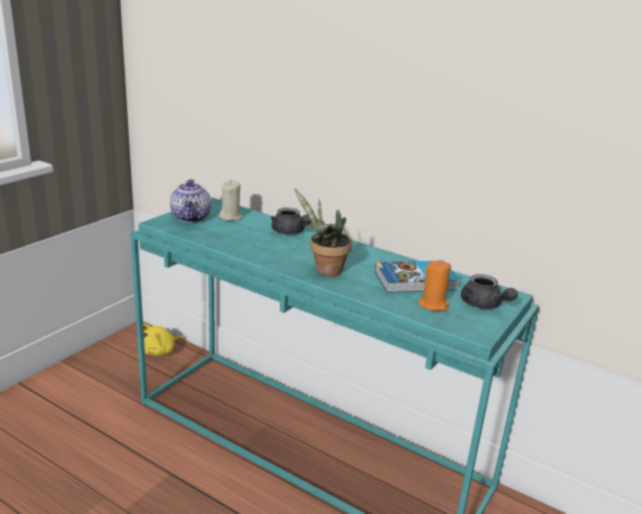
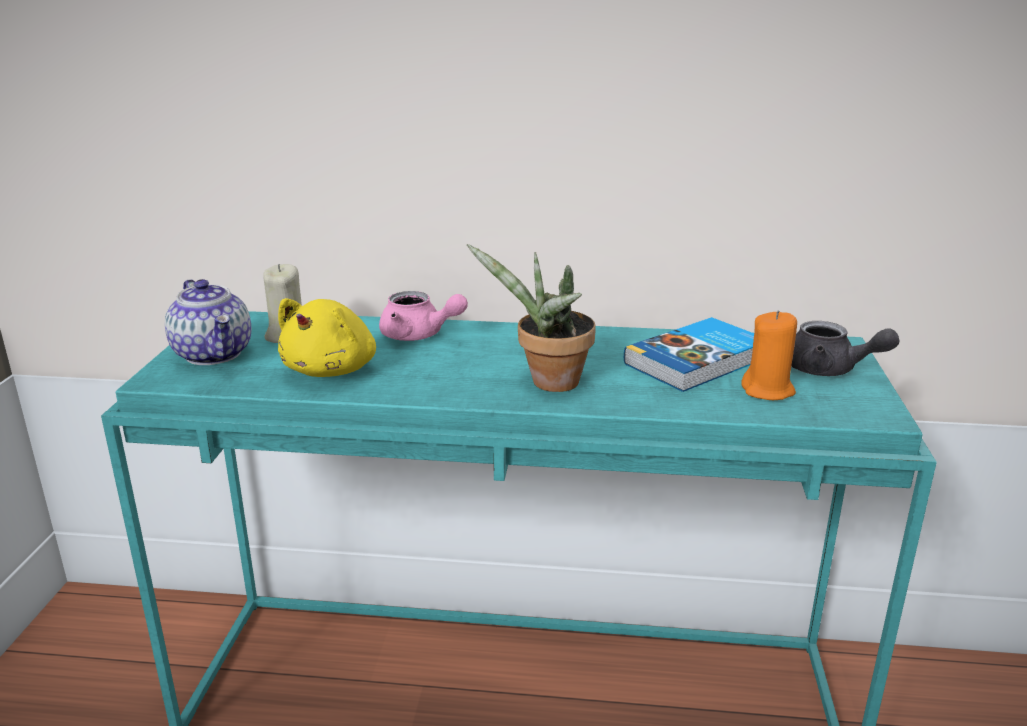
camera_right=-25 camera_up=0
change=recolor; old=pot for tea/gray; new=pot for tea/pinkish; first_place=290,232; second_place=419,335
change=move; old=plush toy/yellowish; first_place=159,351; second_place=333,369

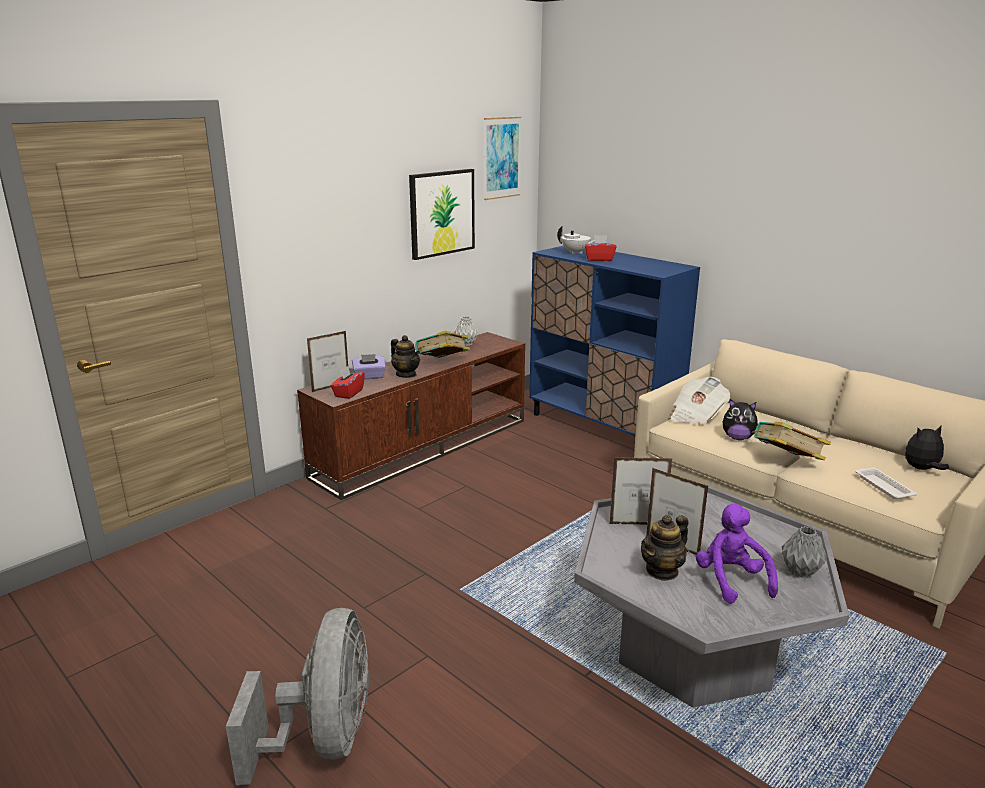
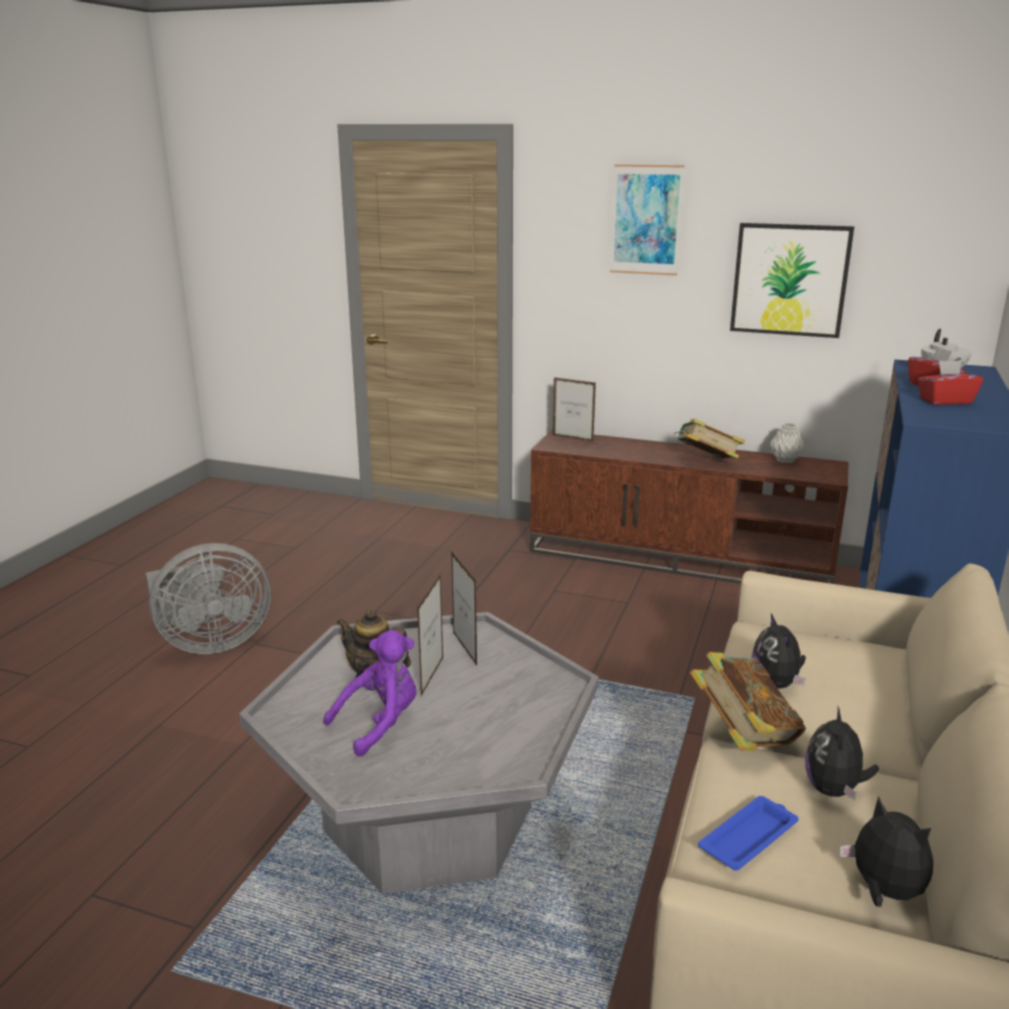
camera_right=65 camera_up=0
change=move; old=wall picture; first_place=502,158; second_place=646,220
change=delete; old=pot for tea; first_place=406,374
change=delete; old=tissue box/purplish; first_place=369,376
change=move; old=tissue box/red-coloured; first_place=348,393; second_place=945,401
change=delete; old=daily paper; first_place=696,415
change=recolor; old=serving tray/whitish; new=serving tray/bluish; first_place=883,486; second_place=749,838
change=delete; old=decorative vase/gray; first_place=799,571
change=insert; new=plush toy; second_place=834,790

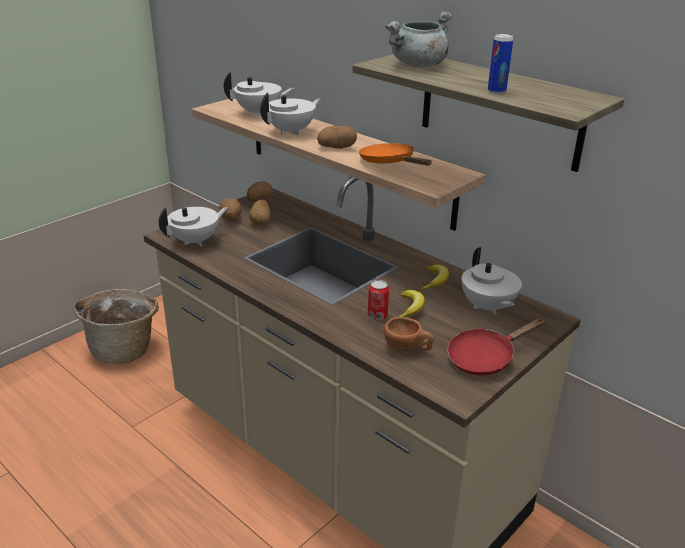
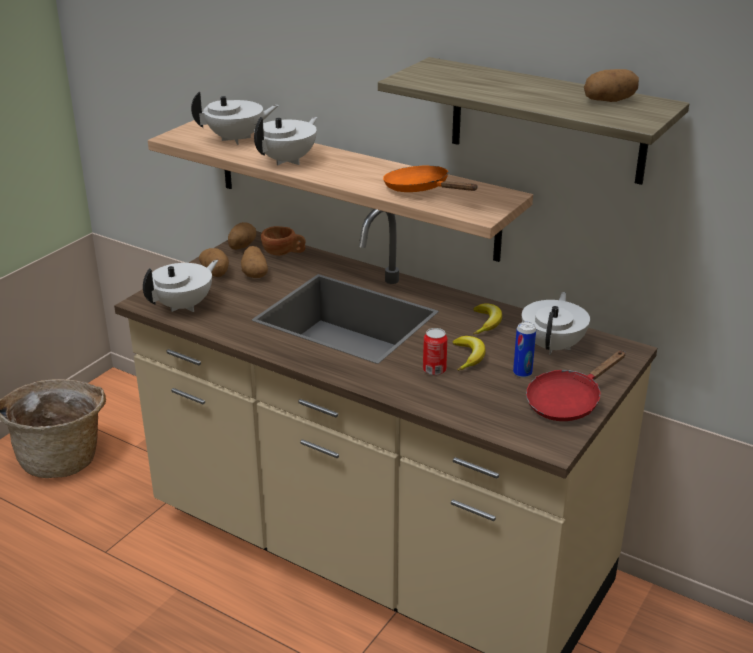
camera_right=-10 camera_up=0
change=delete; old=cooking pot/gray; first_place=418,65
change=move; old=can; first_place=496,91; second_place=522,373
change=move; old=potato; first_place=337,147; second_place=609,101
change=rotate; old=pot for tea/whitish; first_place=487,307; second_place=553,346; degrees=-135
change=move; old=cup/brownish; first_place=407,348; second_place=284,253

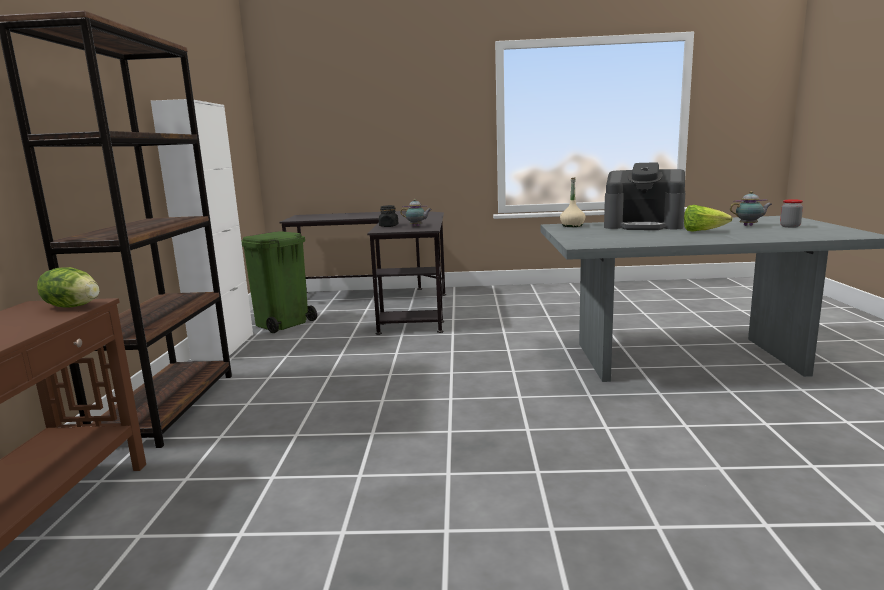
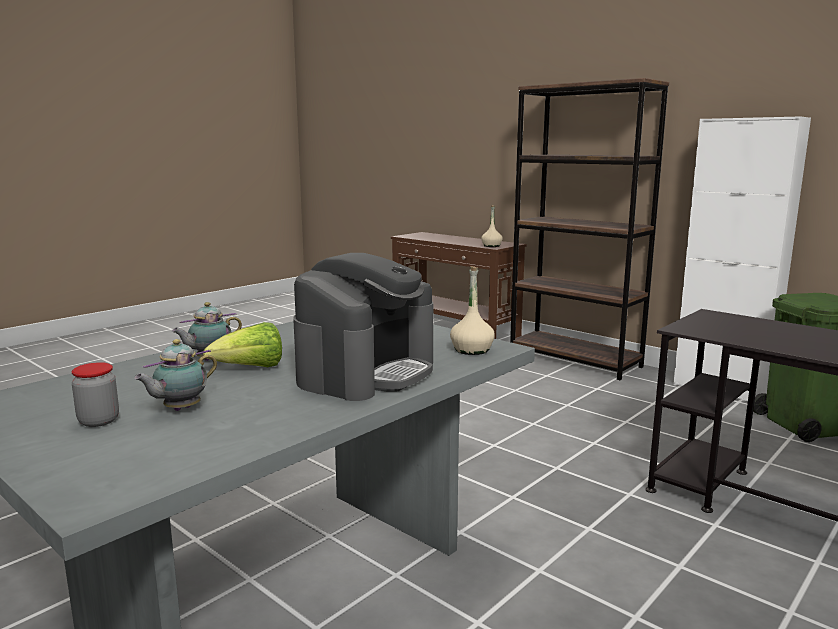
camera_right=130 camera_up=0
change=rotate; old=coffee maker; first_place=643,225; second_place=367,372; degrees=150
change=move; old=pot for tea; first_place=417,226; second_place=209,360
change=delete; old=storage jar/blackish; first_place=388,226
change=replace; old=head of lettuce; new=drink bottle/beige-coloured; first_place=73,306; second_place=491,246

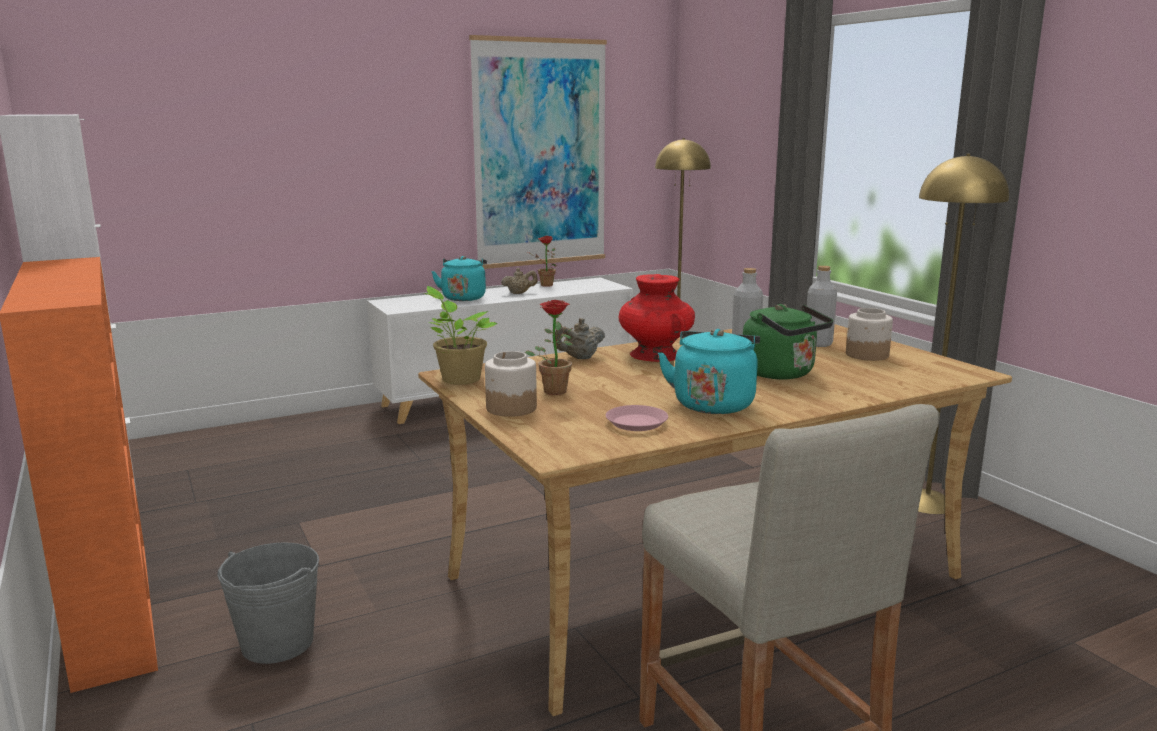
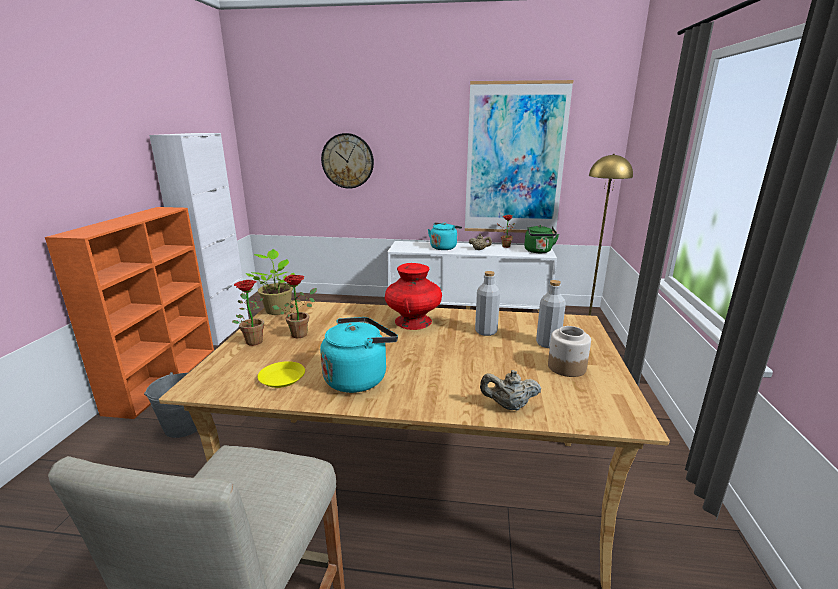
camera_right=35 camera_up=5
change=delete; old=standard lamp/yellowish; first_place=926,502
change=move; old=water kettle/green; first_place=782,374; second_place=538,251
change=move; old=pot for tea/beige-coloured; first_place=580,358; second_place=509,406
change=replace; old=storage jar; new=potted plant; first_place=511,408; second_place=252,340
change=recolor; old=dinner plate/pinkish; new=dinner plate/yellowish; first_place=637,423; second_place=282,378
change=insert; new=wall clock; second_place=347,161

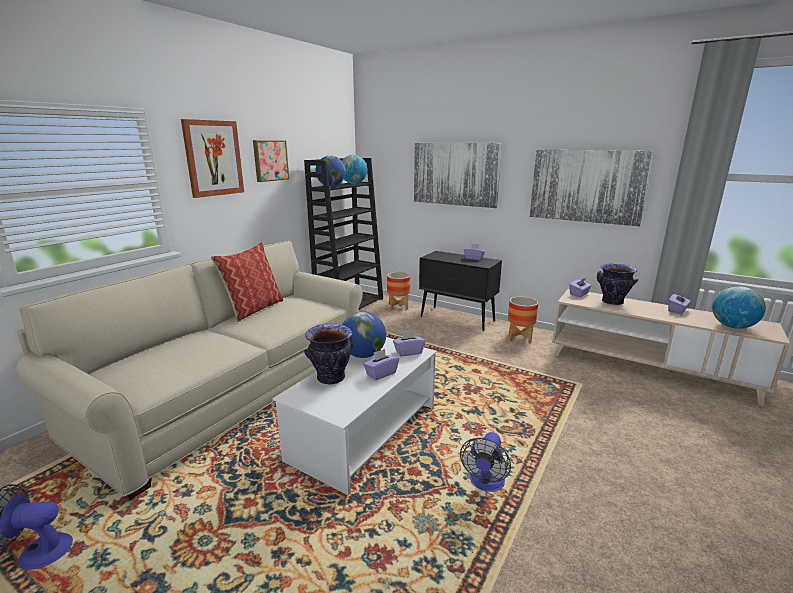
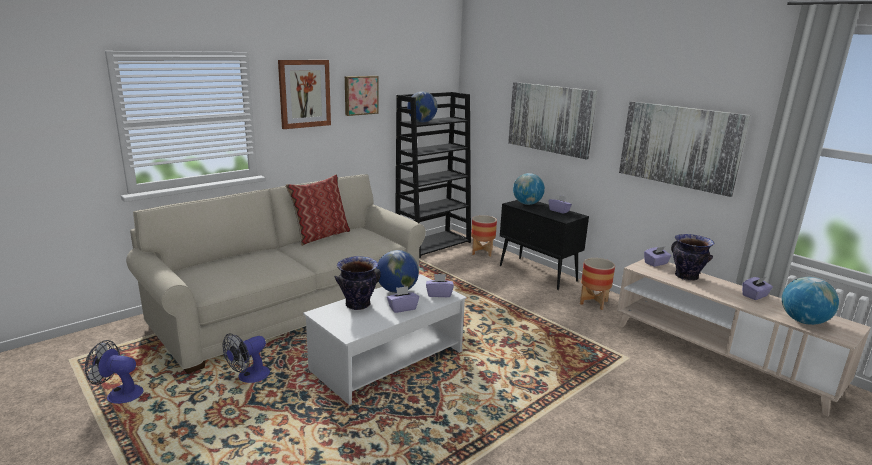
camera_right=15 camera_up=0
change=move; old=desk globe; first_place=353,183; second_place=527,204
change=move; old=cooling fan; first_place=485,483; second_place=249,377

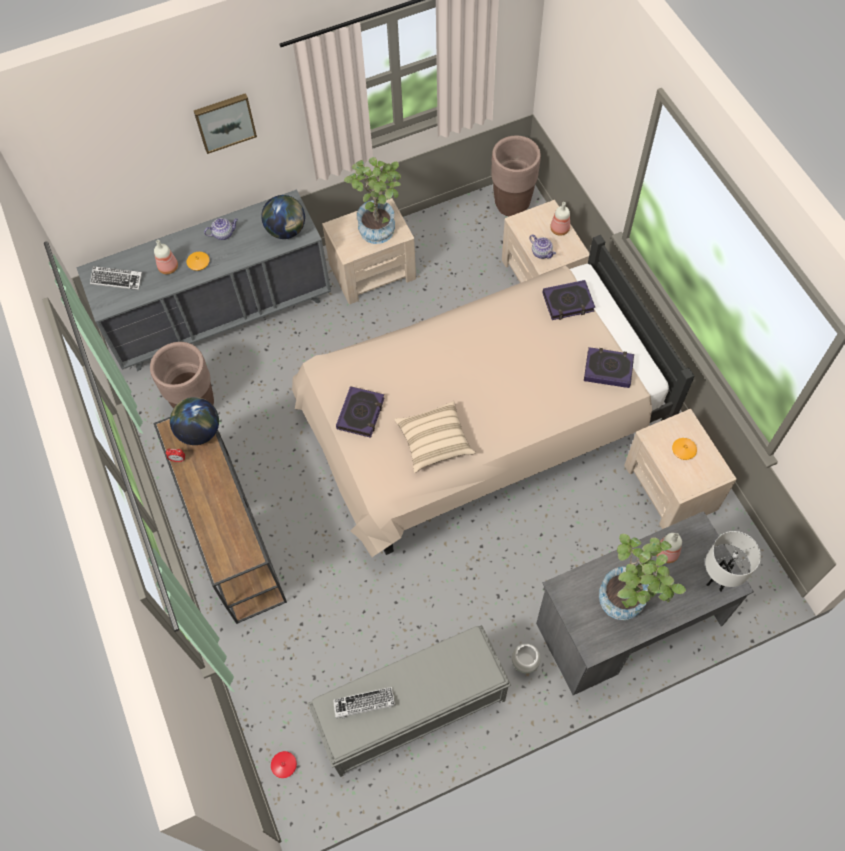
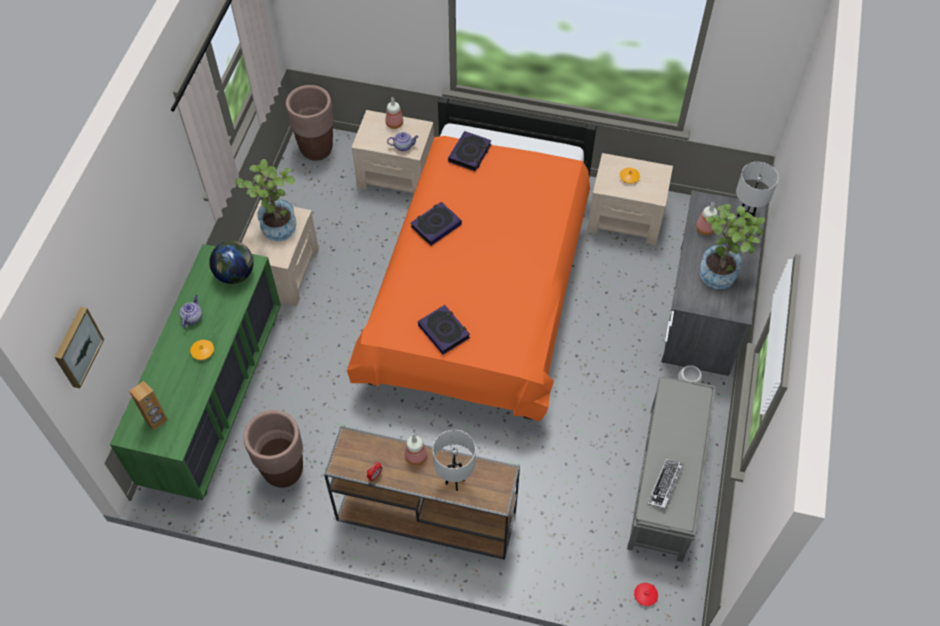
camera_right=-55 camera_up=-5
change=move; old=wall picture; first_place=224,121; second_place=76,347
change=recolor; old=chest of drawers/gray; new=chest of drawers/green; first_place=222,315; second_place=215,399
change=recolor; old=bed/beige-coloured; new=bed/orange; first_place=480,425; second_place=481,292
change=move; old=drink bottle; first_place=169,267; second_place=416,456
change=replace; old=PC keyboard; new=speaker/brownish; first_place=117,280; second_place=156,420
change=move; old=book; first_place=608,369; second_place=435,225
change=delete; old=desk globe; first_place=199,431
change=delete; old=cushion/beige-coloured; first_place=434,442
change=insert; new=table lamp/whitish; second_place=454,482

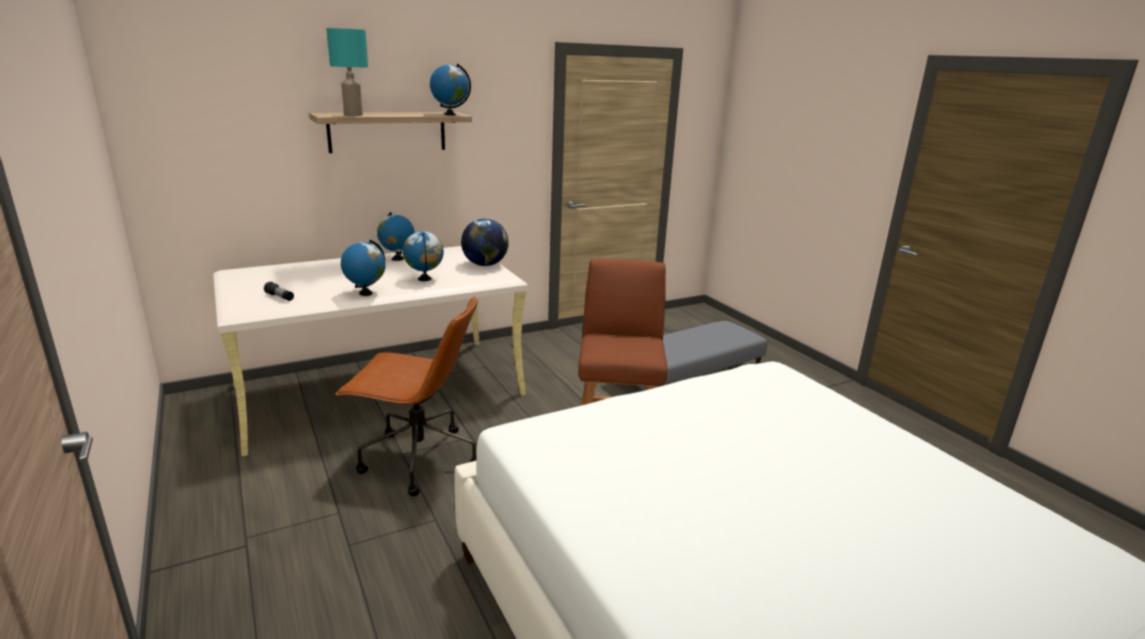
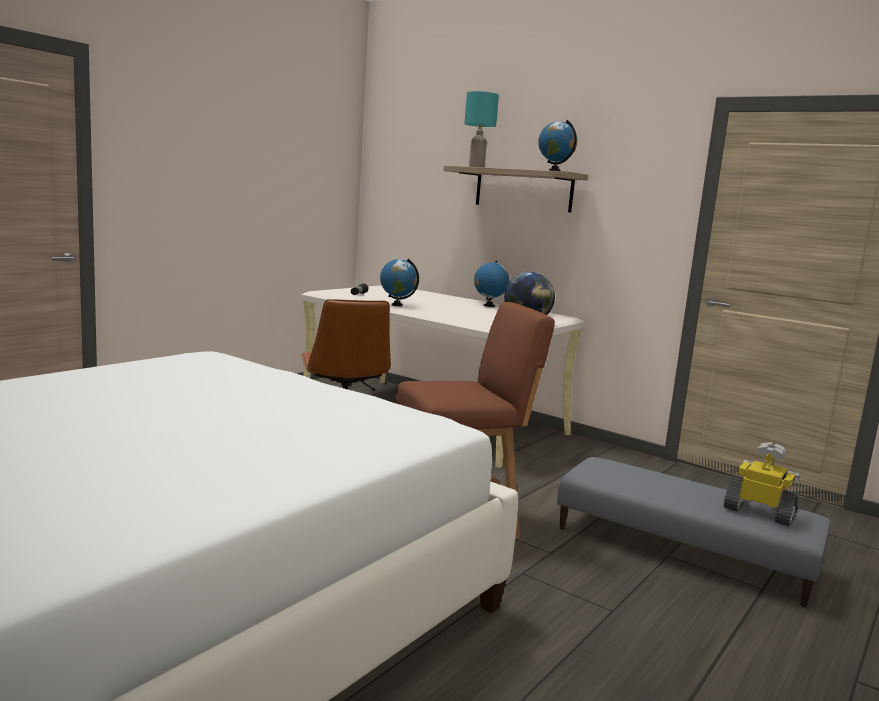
camera_right=65 camera_up=-10
change=delete; old=desk globe; first_place=425,279
change=insert; new=toy robot; second_place=759,513

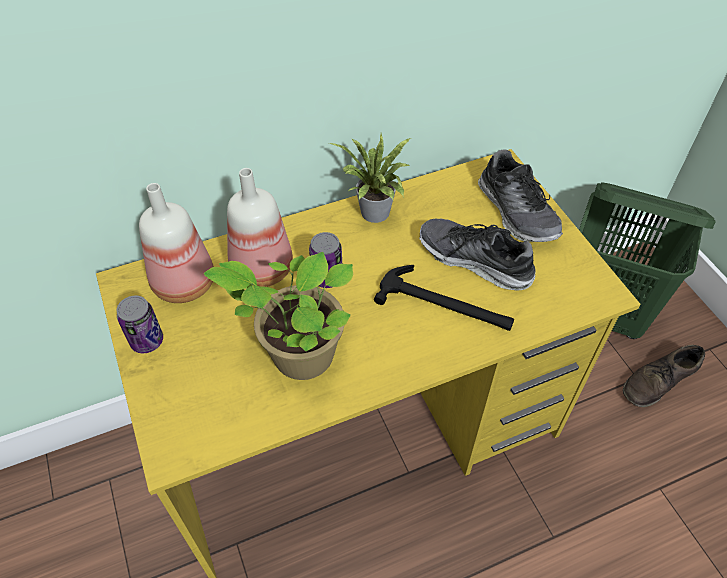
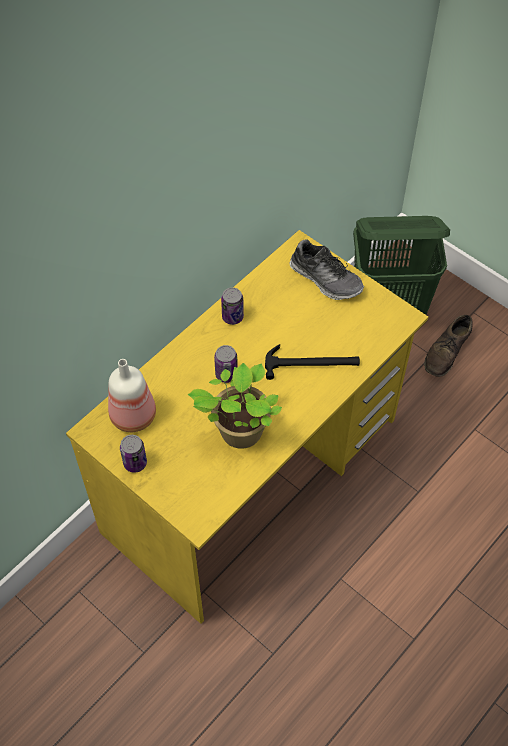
camera_right=-25 camera_up=5
change=replace; old=potted plant; new=can; first_place=375,215; second_place=232,317
change=delete; old=drink bottle; first_place=261,270
change=delete; old=item of footwear; first_place=475,261

